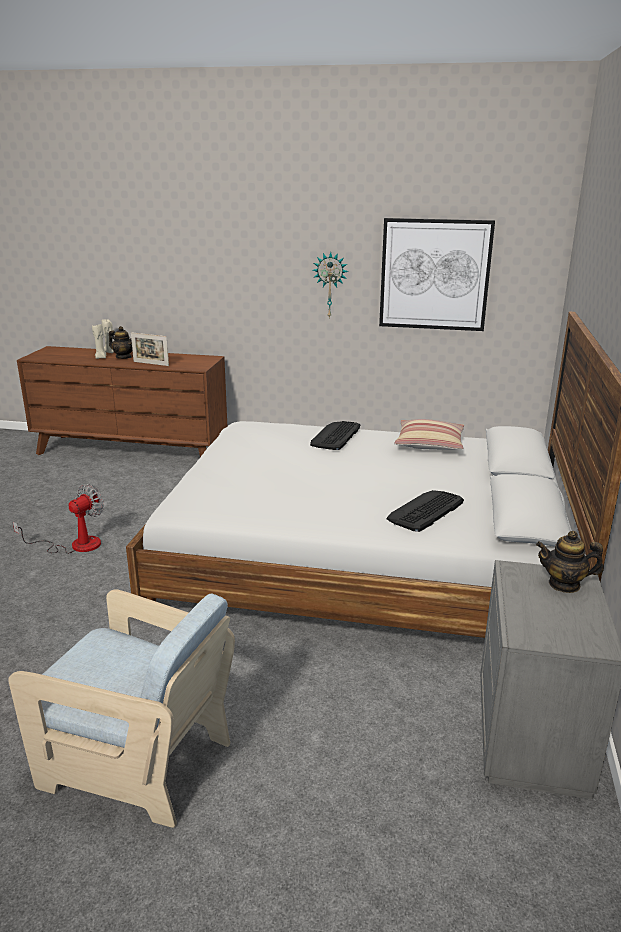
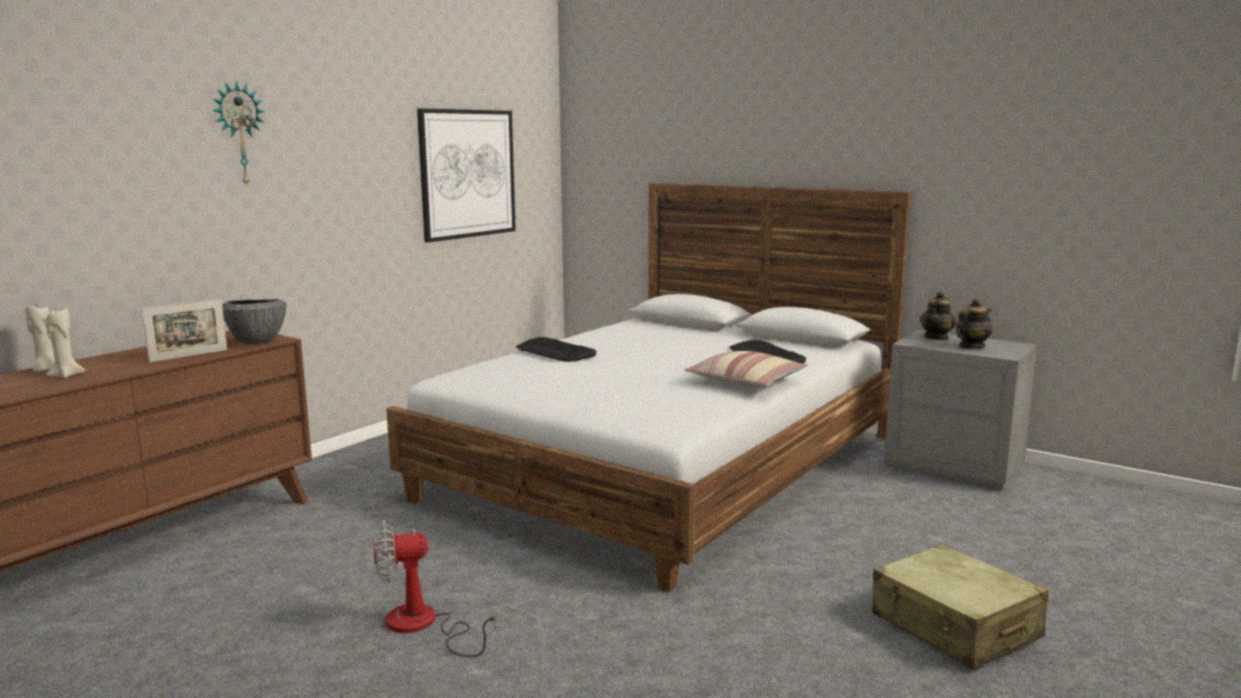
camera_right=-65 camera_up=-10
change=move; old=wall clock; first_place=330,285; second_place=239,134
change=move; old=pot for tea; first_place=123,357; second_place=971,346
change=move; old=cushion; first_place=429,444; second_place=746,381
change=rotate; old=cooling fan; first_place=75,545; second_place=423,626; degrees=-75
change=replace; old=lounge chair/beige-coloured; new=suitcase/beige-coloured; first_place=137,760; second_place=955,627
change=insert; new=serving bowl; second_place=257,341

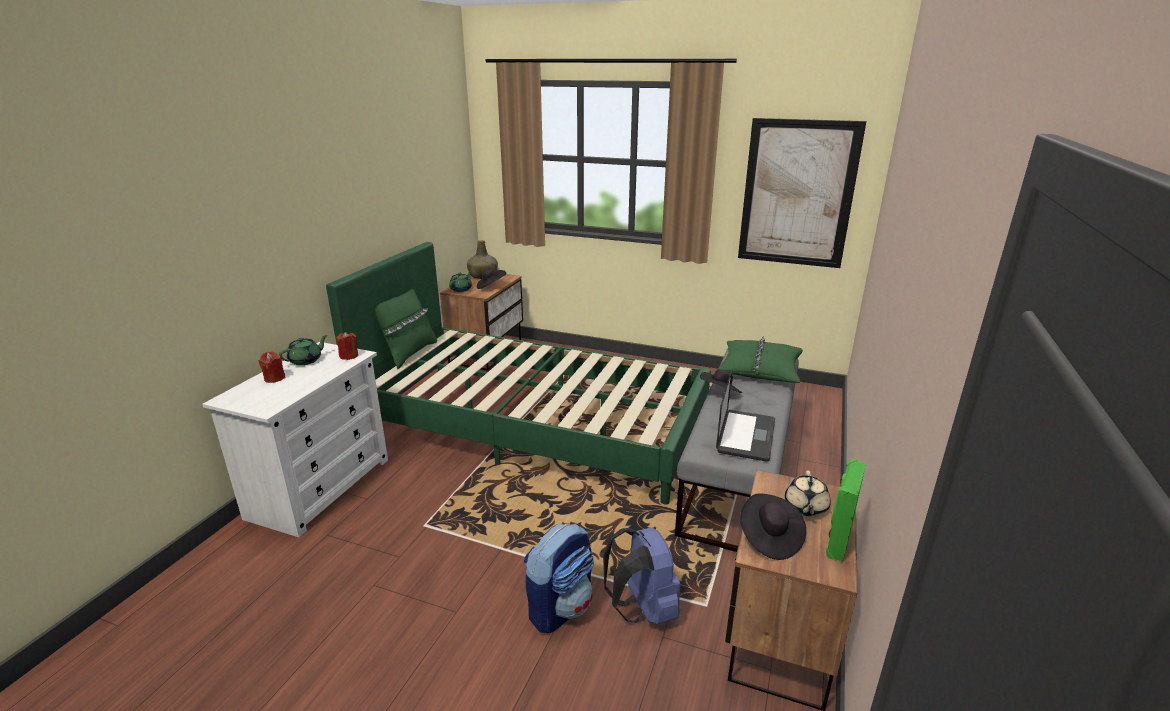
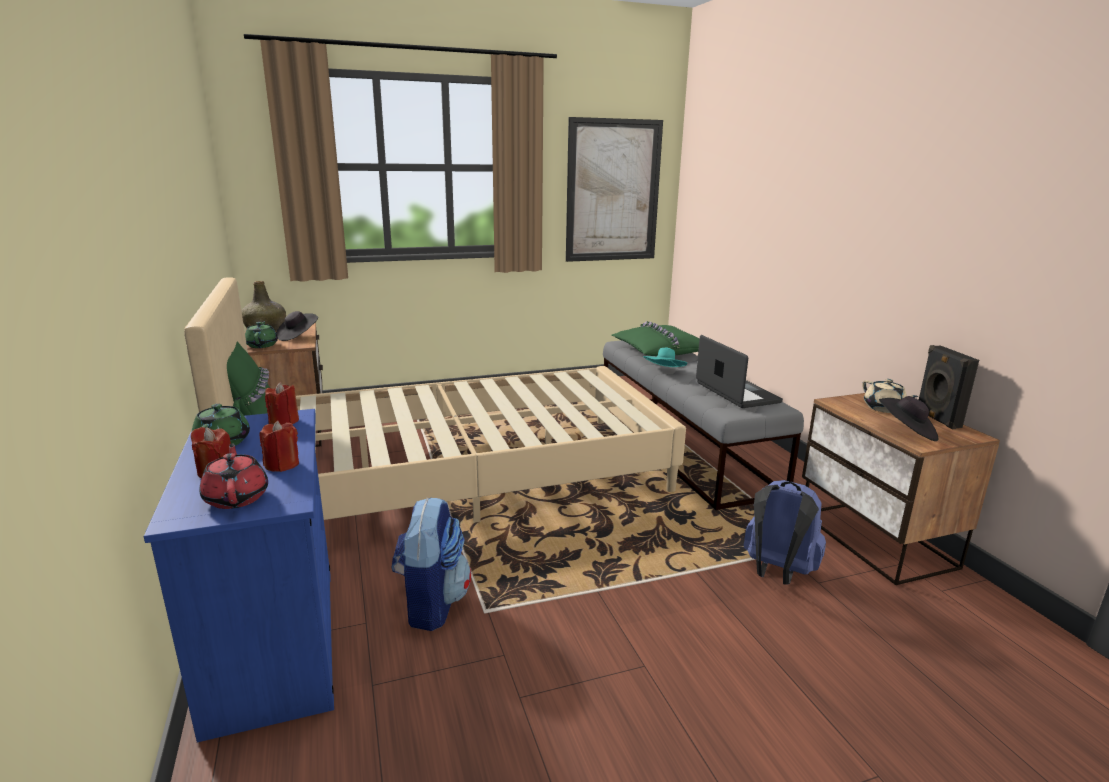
camera_right=-40 camera_up=-5
change=recolor; old=bed/green; new=bed/beige-coloured; first_place=532,426; second_place=457,478
change=recolor; old=chest of drawers/whitish; new=chest of drawers/bluish; first_place=321,487; second_place=275,642
change=recolor; old=wearable hat/blackish; new=wearable hat/blue-green; first_place=720,393; second_place=664,372
change=recolor; old=speaker/green; new=speaker/blackish; first_place=837,541; second_place=936,419
change=move; old=backpack; first_place=560,607; second_place=431,604
change=insert; new=wax candle/red-coloured; second_place=282,465
change=insert; new=pot for tea/red-coloured; second_place=237,497

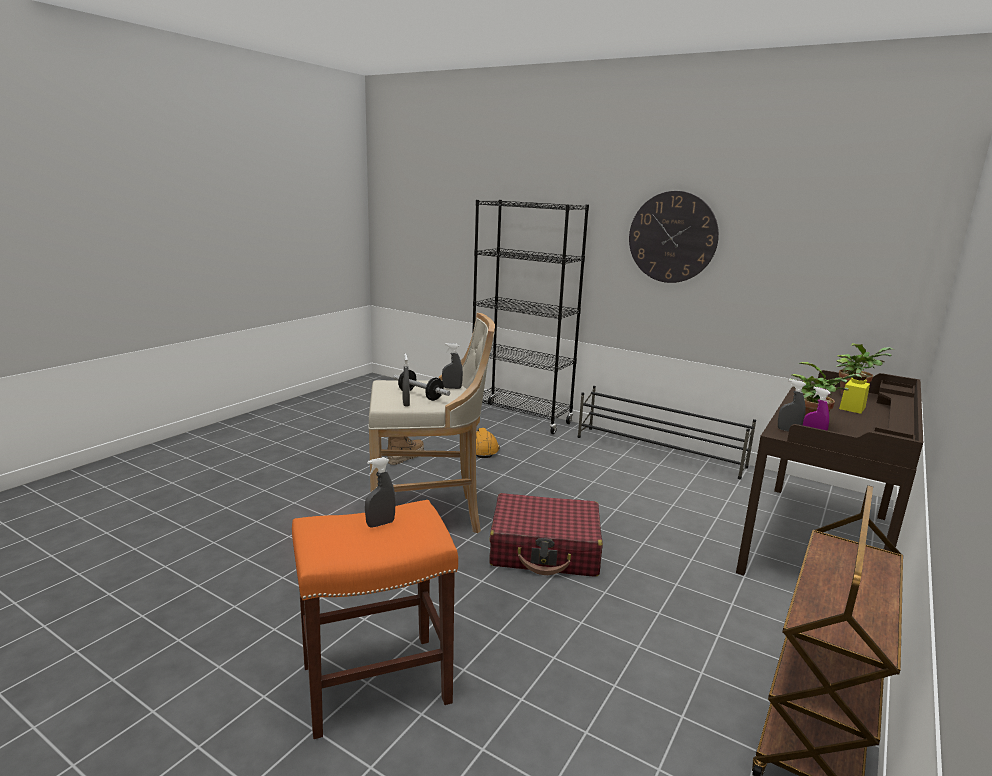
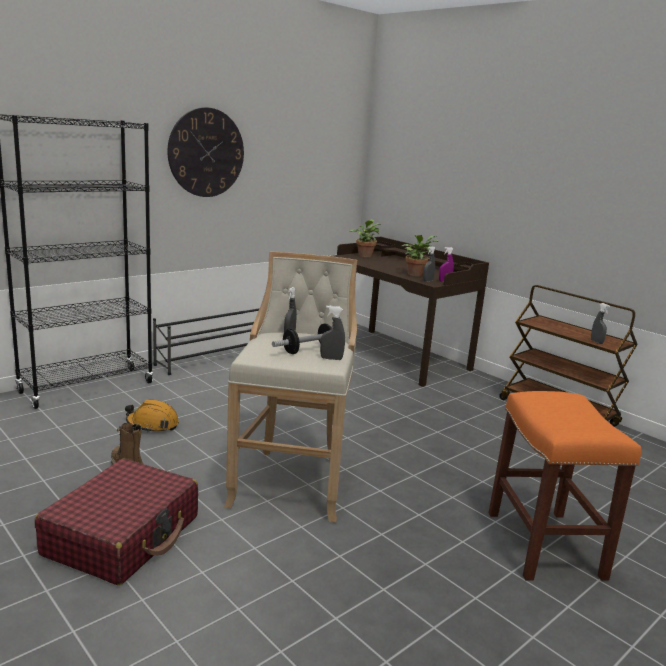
camera_right=-75 camera_up=0
change=delete; old=storage jar/yellowish; first_place=852,408
change=move; old=sprayer/gray; first_place=380,524; second_place=596,342
change=move; old=suitcase/red-coloured; first_place=545,550; second_place=123,535

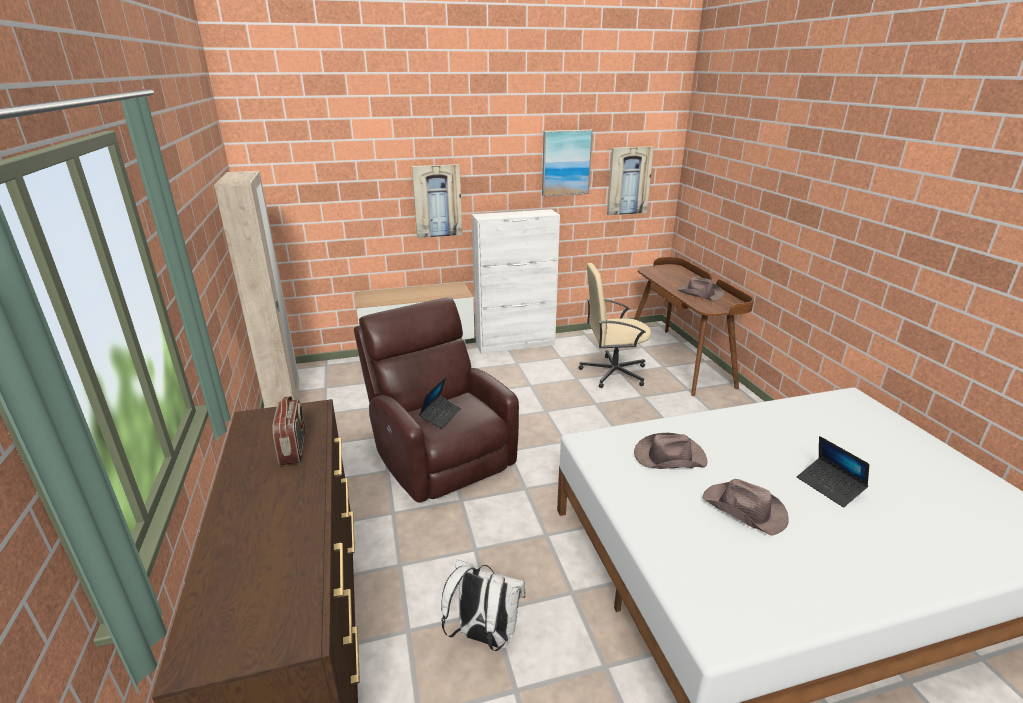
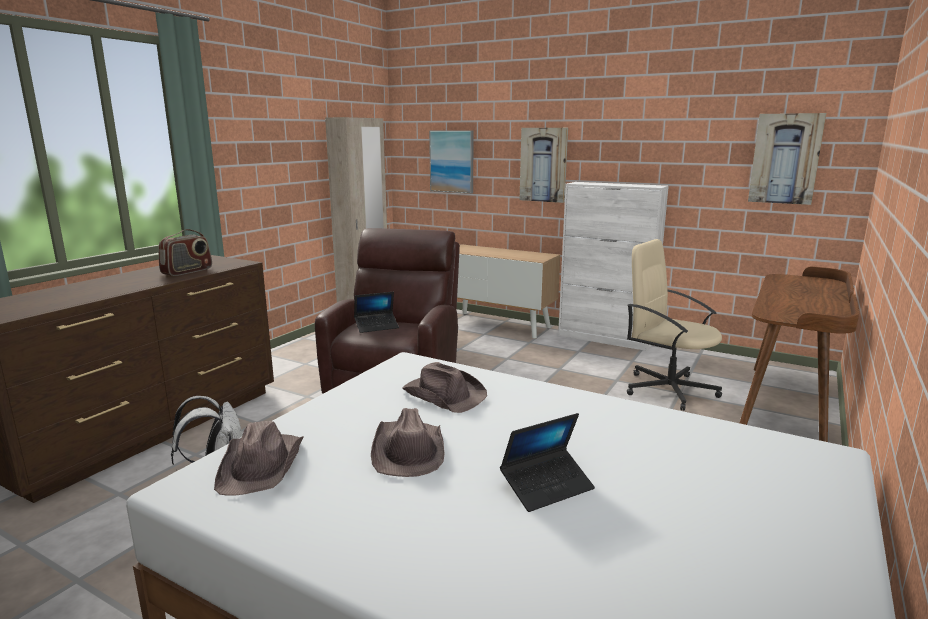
camera_right=45 camera_up=-10
change=move; old=wall picture; first_place=566,163; second_place=452,161
change=move; old=wearable hat/brownish; first_place=699,293; second_place=262,465
change=rotate; old=portable computer; first_place=829,486; second_place=547,486; degrees=-135

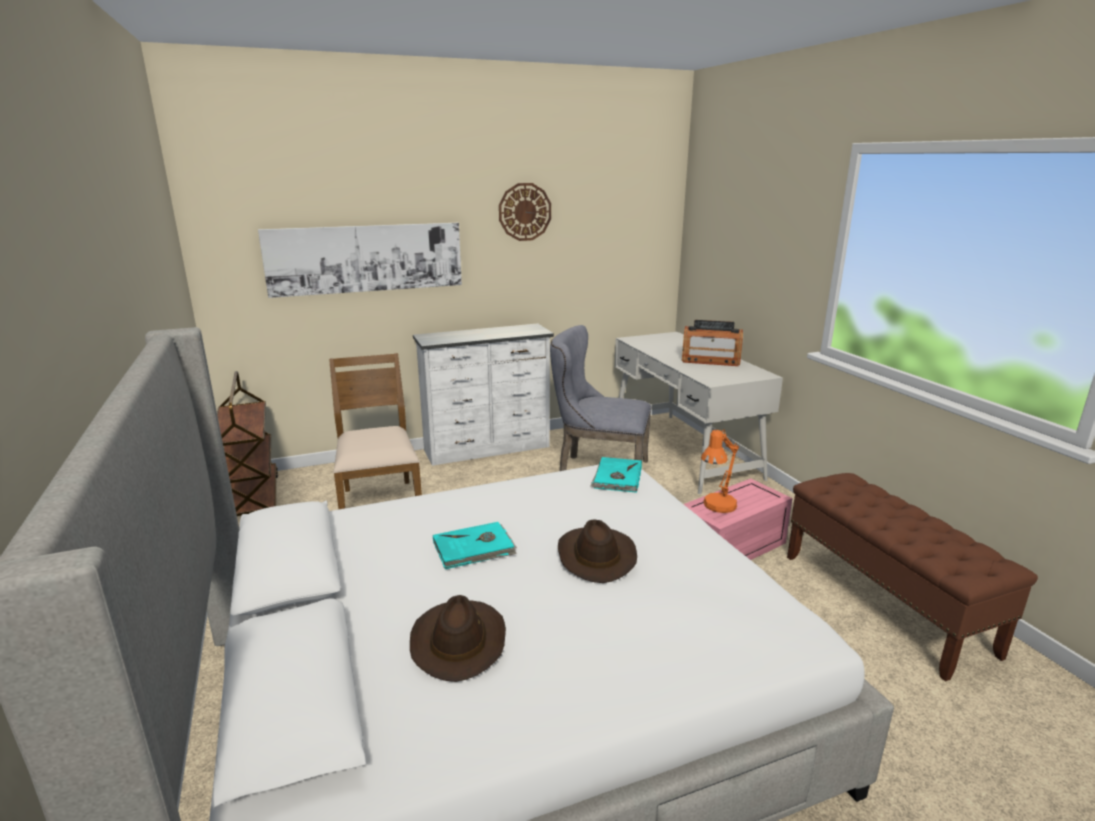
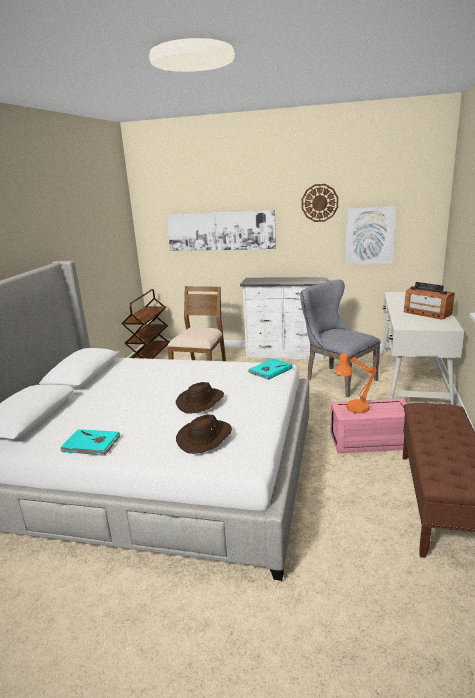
camera_right=35 camera_up=0
change=move; old=book/blue-green; first_place=474,549; second_place=91,445
change=move; old=wearable hat/brownish; first_place=458,641; second_place=205,438
change=insert; new=wall picture; second_place=369,235

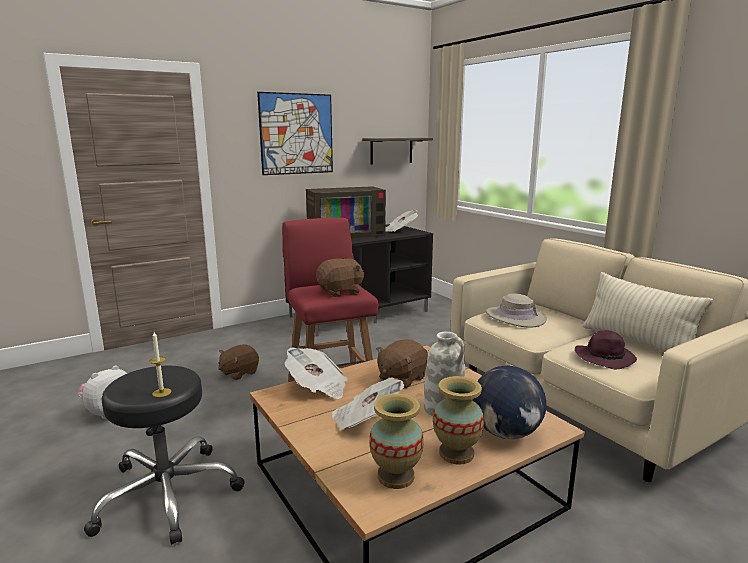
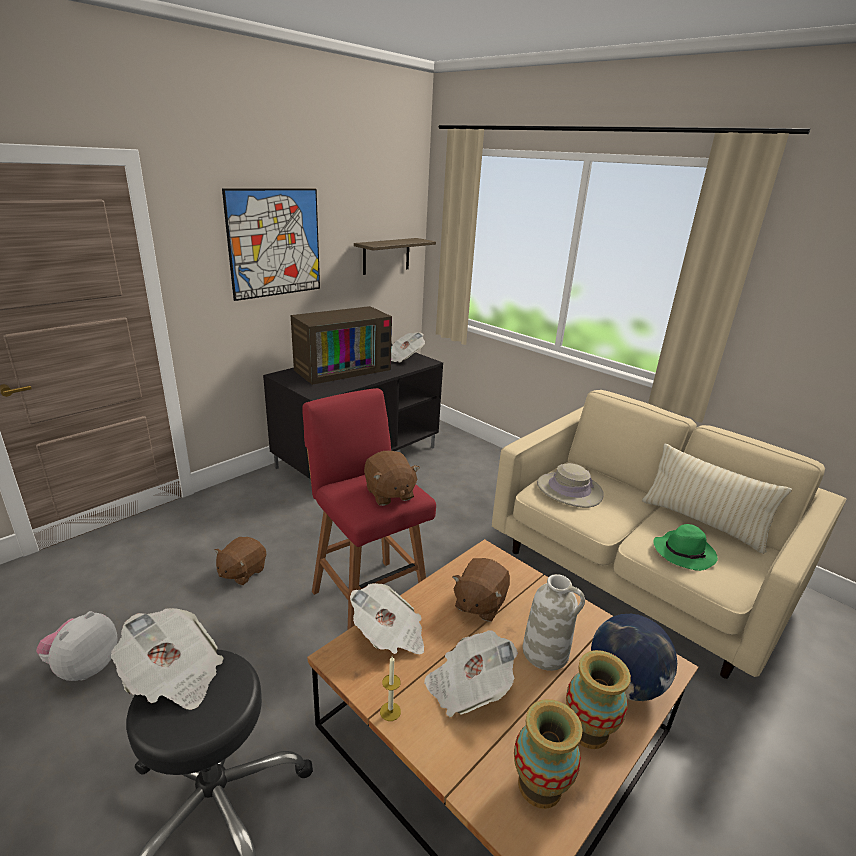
camera_right=-15 camera_up=10
change=rotate; old=plush toy/brownish; first_place=340,292; second_place=389,494; degrees=105
change=recolor; old=wearable hat/purplish; new=wearable hat/green; first_place=605,358; second_place=684,552
change=move; old=wax candle; first_place=161,392; second_place=390,711
change=insert; new=daily paper; second_place=174,676

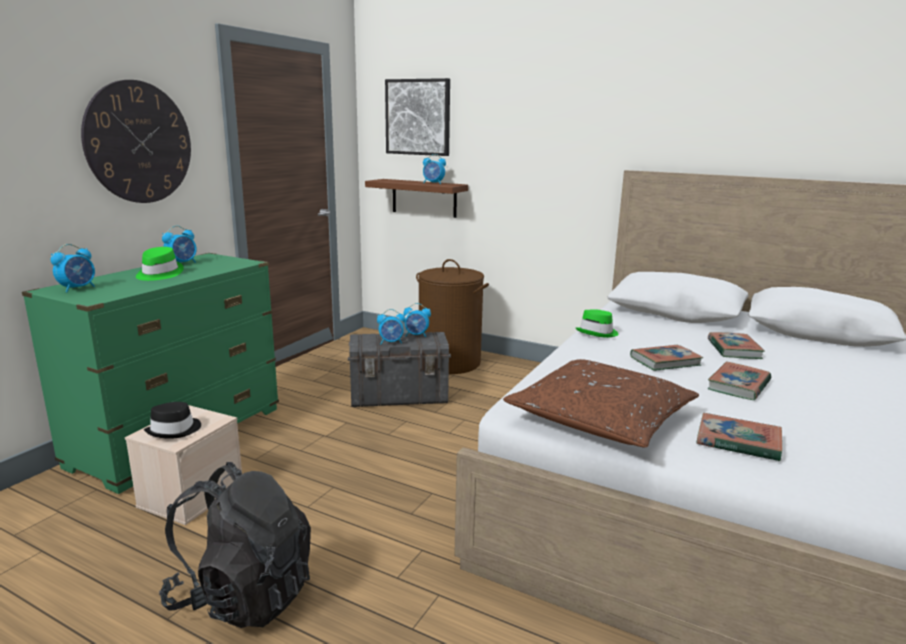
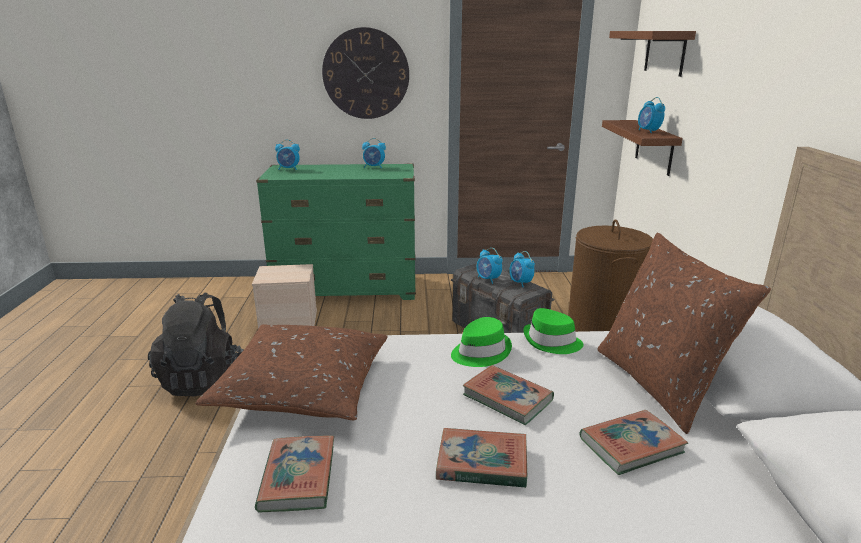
camera_right=60 camera_up=5
change=replace; old=wall picture; new=shelf/brownish; first_place=418,117; second_place=665,52
change=move; old=wearable hat/green; first_place=158,274; second_place=480,352
change=delete; old=wearable hat/blackish; first_place=175,430
change=insert; new=cushion/brownish; second_place=659,384

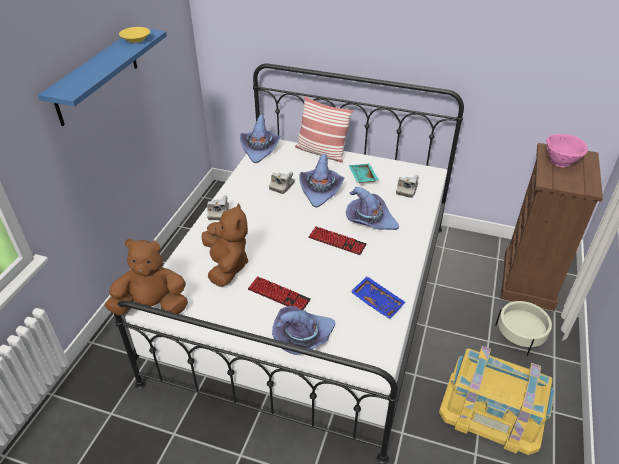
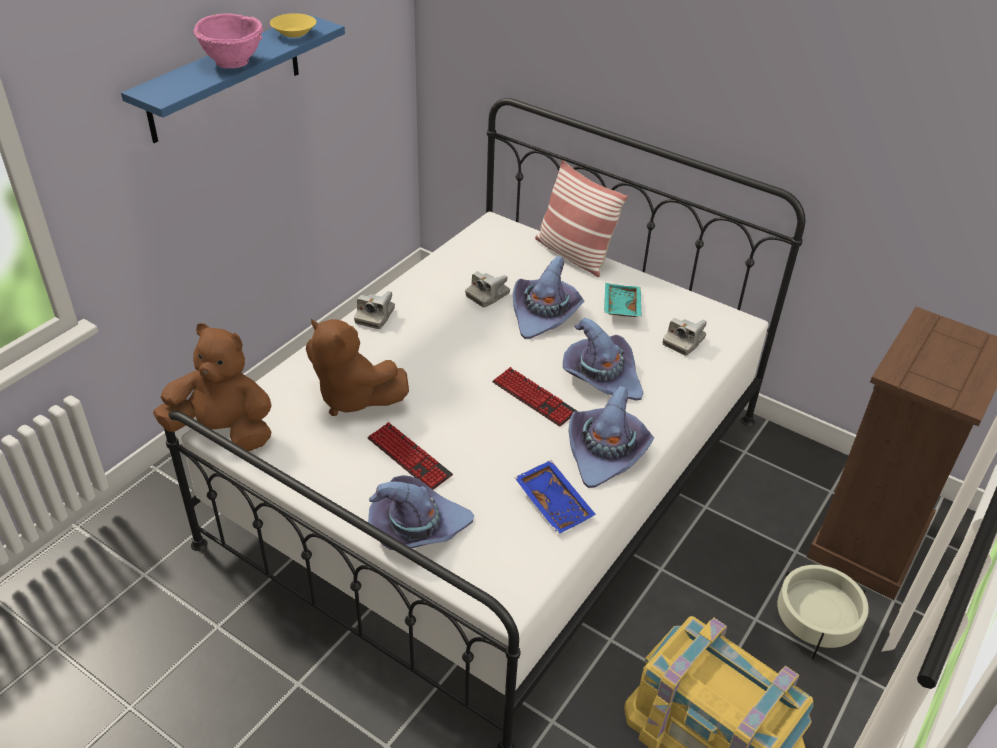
camera_right=15 camera_up=0
change=move; old=wearable hat/purplish; first_place=260,149; second_place=606,452
change=move; old=serving bowl/pinkish; first_place=561,162; second_place=234,62
change=rotate; old=plush toy/brownish; first_place=226,266; second_place=352,397; degrees=120

